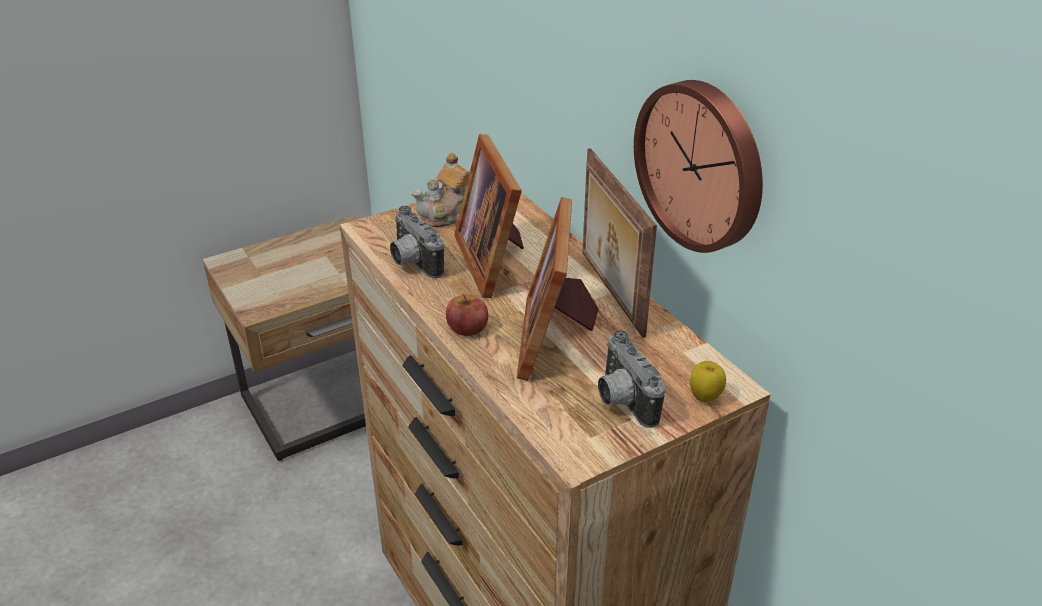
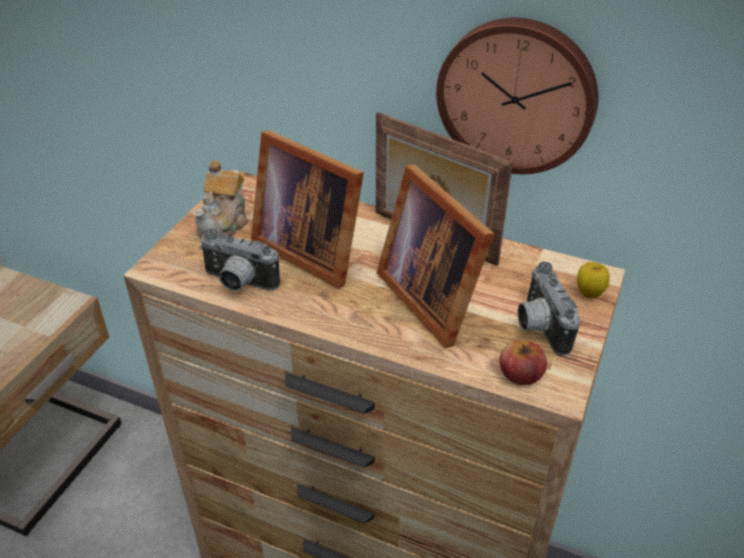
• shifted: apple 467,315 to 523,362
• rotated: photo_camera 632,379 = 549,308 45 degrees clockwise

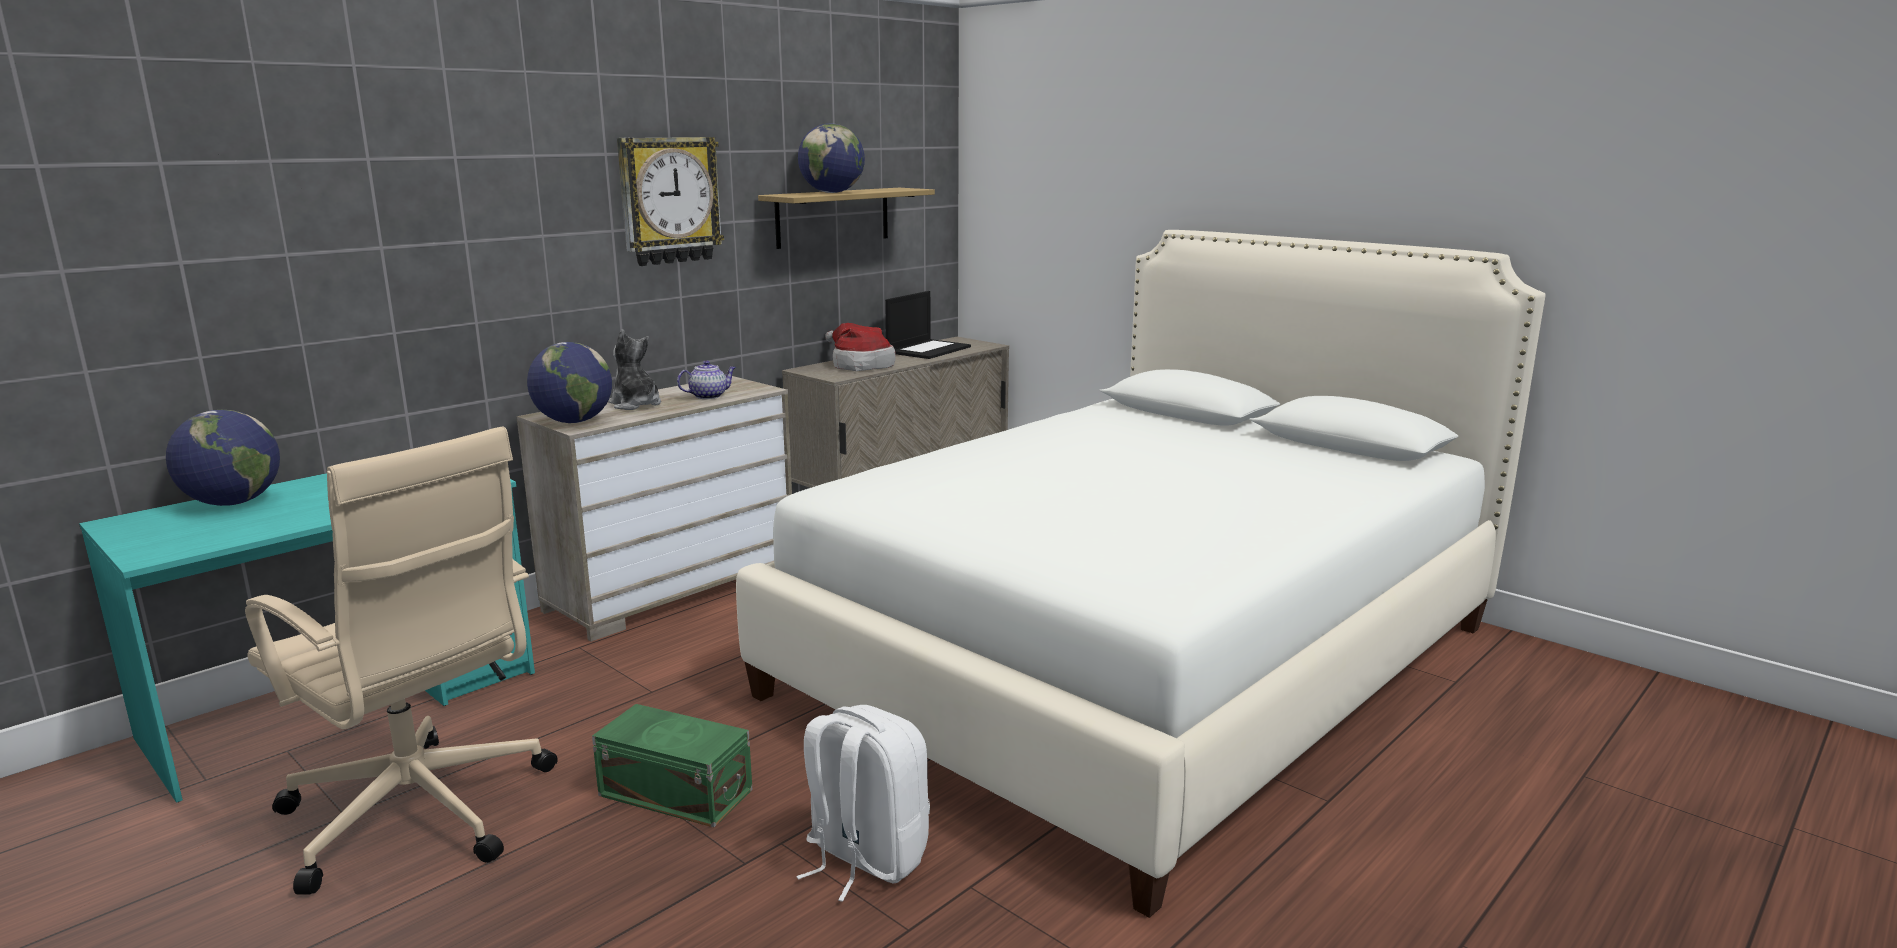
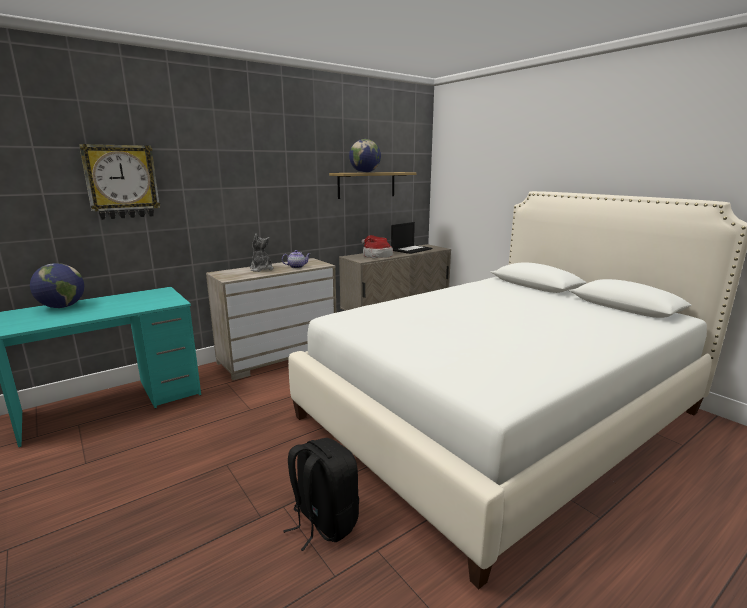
• shifted: wall_clock 670,201 to 119,182
• gone: desk_globe 569,382
• gone: beige-coloured_computer_chair 401,660
• gone: green-coloured_storage_bin 672,765
• repainted: white-coloured_knapsack 863,803 to black_knapsack 321,494

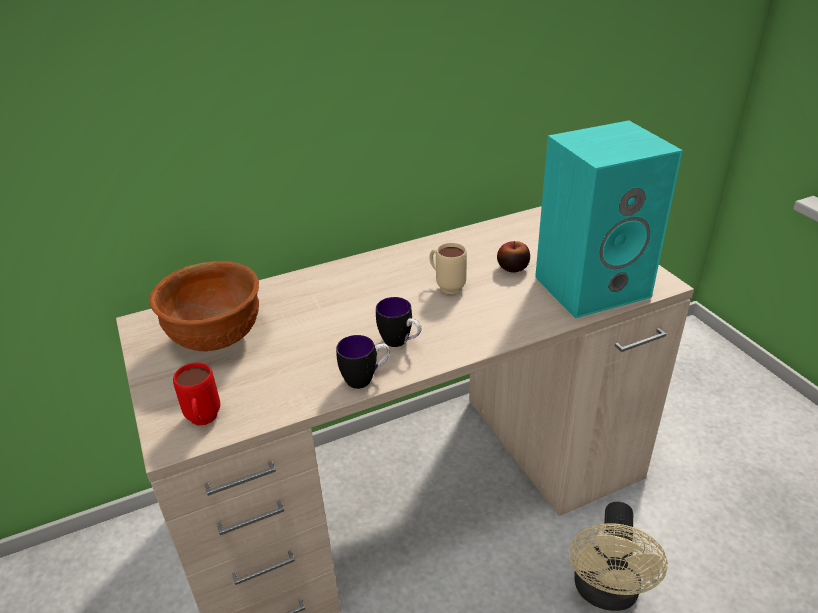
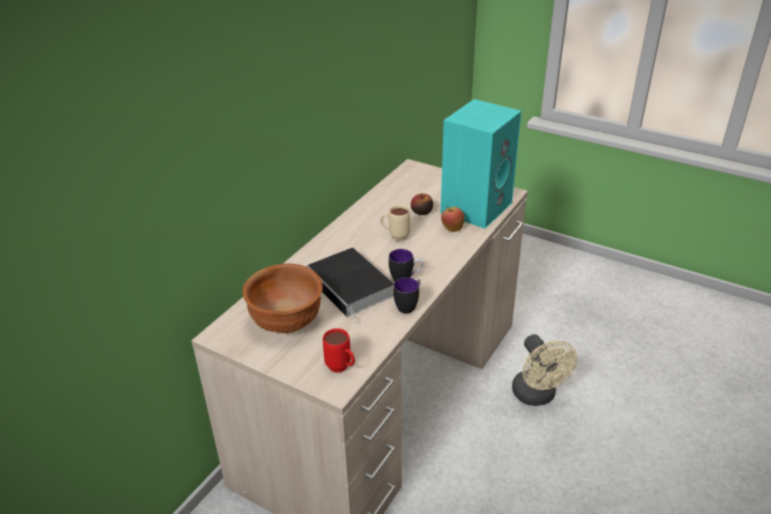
• new: apple 453,219
• new: bound_book 350,286

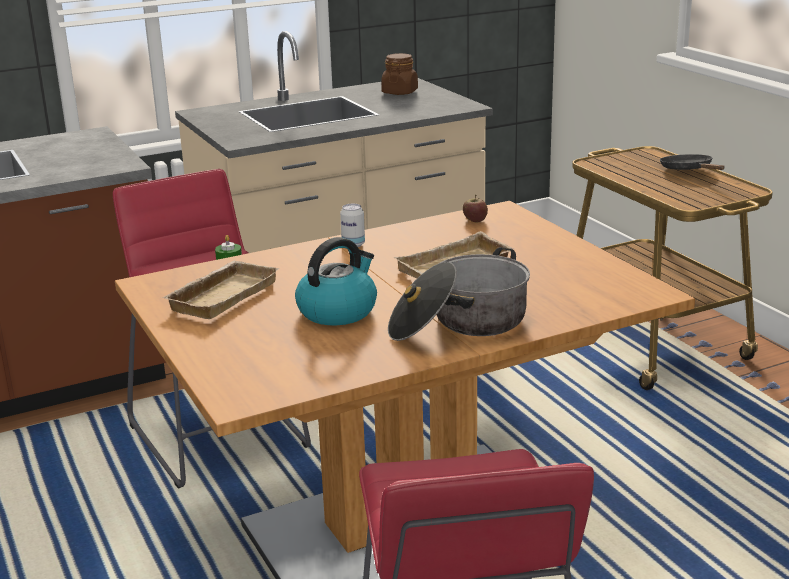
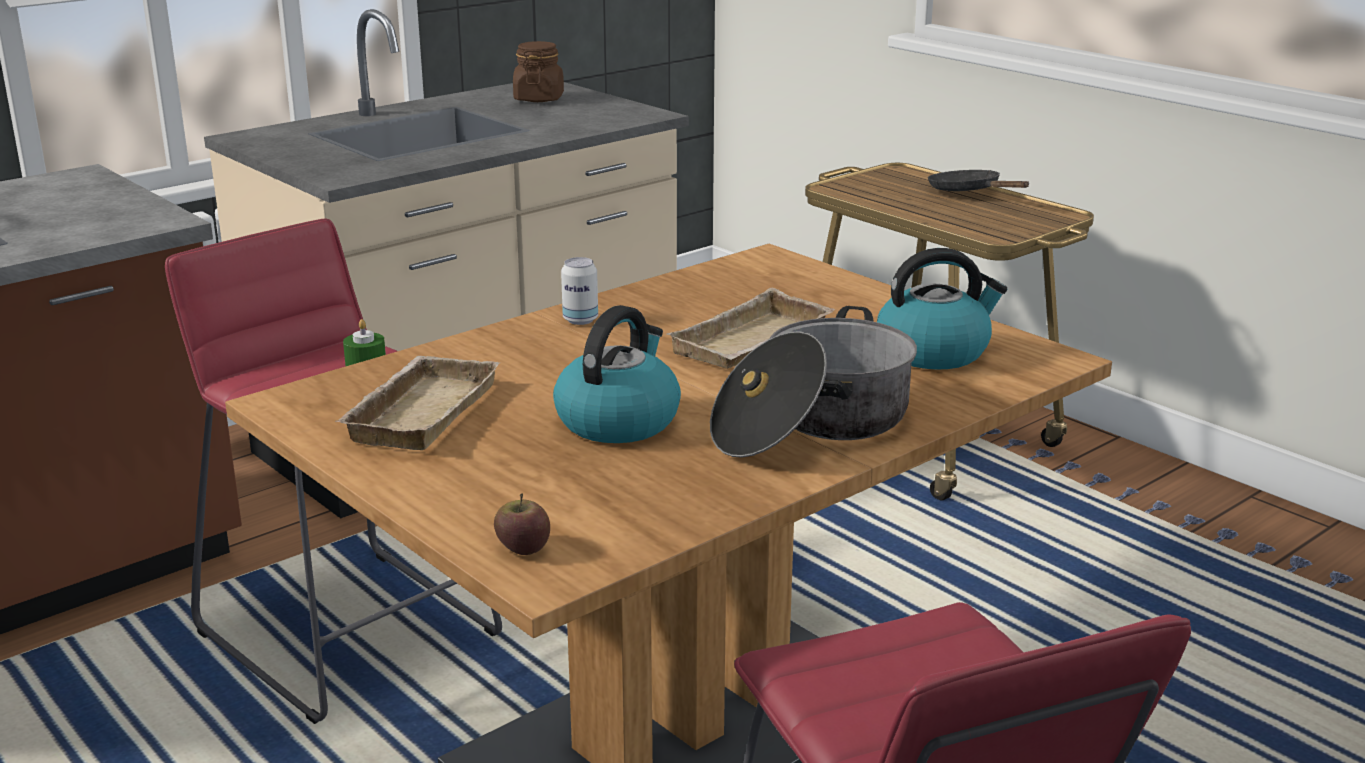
• shifted: apple 475,208 to 522,524
• new: kettle 942,309

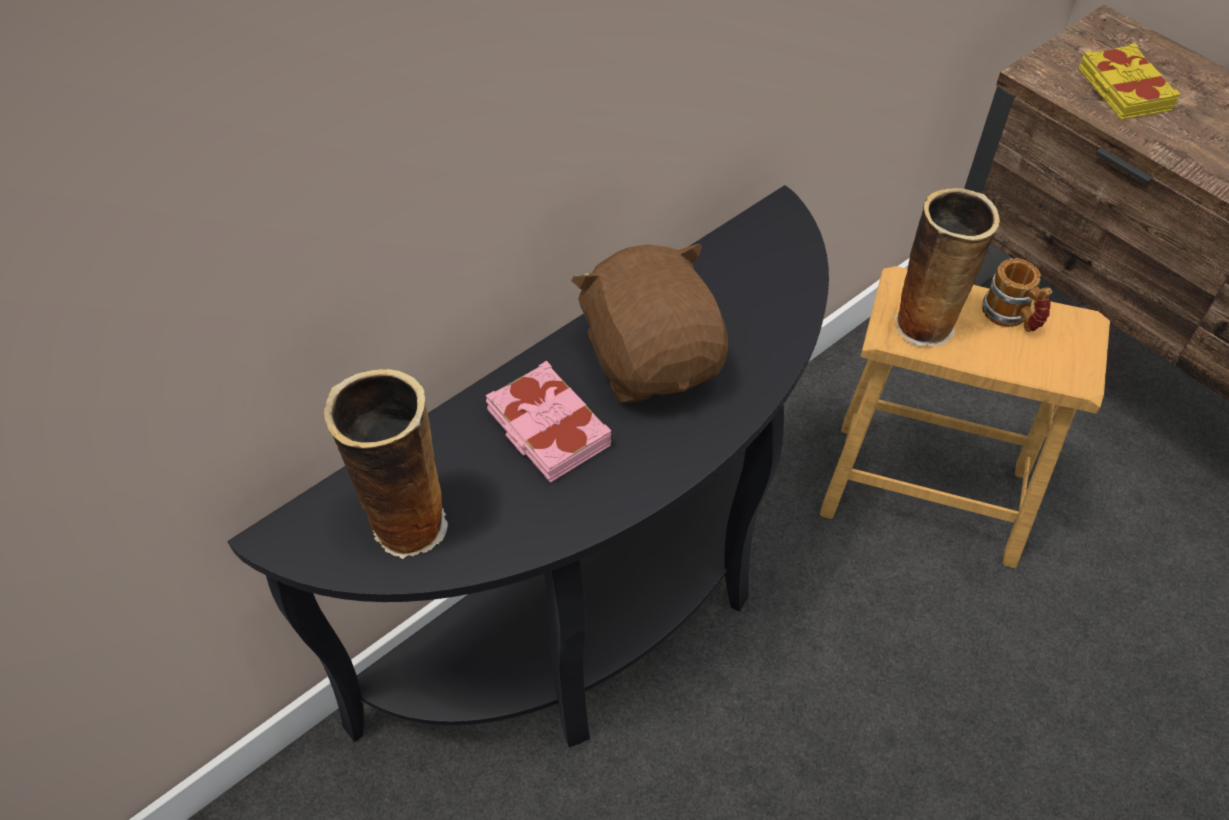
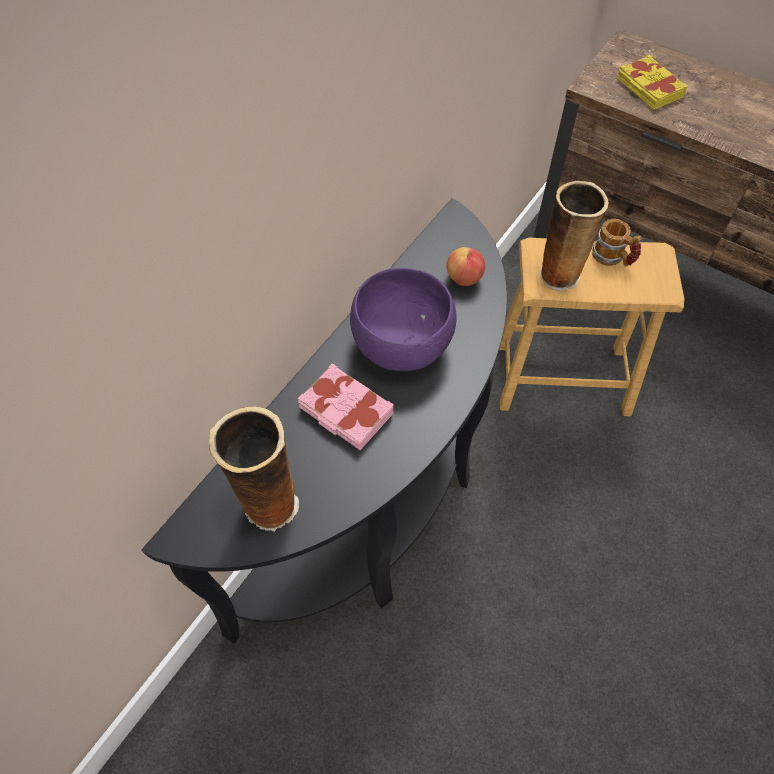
• swapped: brown-coloured_soft_toy 649,322 to purple-coloured_serving_bowl 403,319
• new: apple 465,266

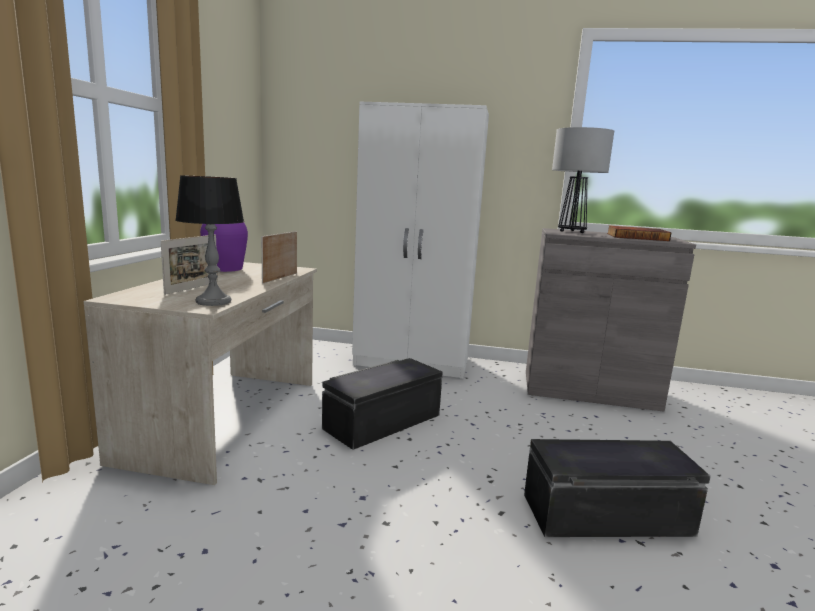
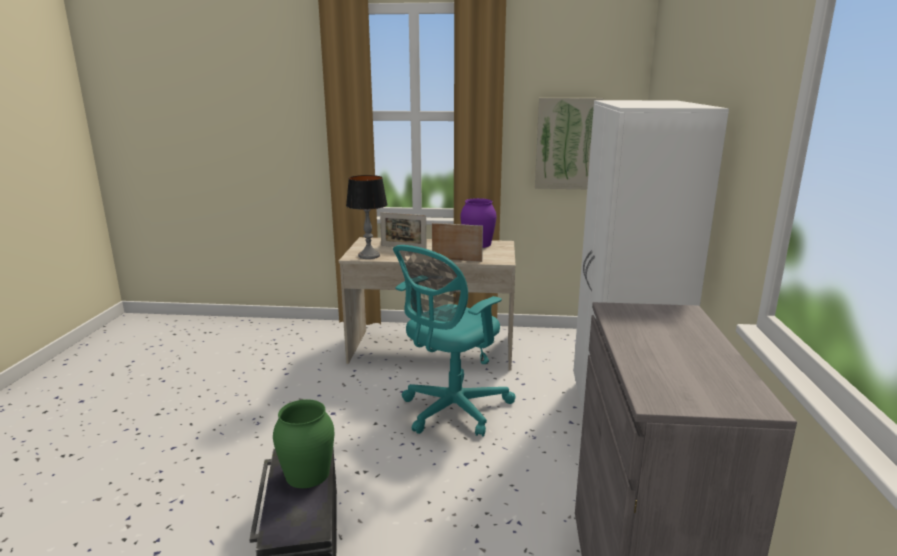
• gone: lamp_for_a_table 583,180
• gone: bound_book 639,233
• swapped: black_storage_bin 382,404 to blue-green_computer_chair 454,341
• new: picture 569,143
• new: green-coloured_decorative_vase 303,443

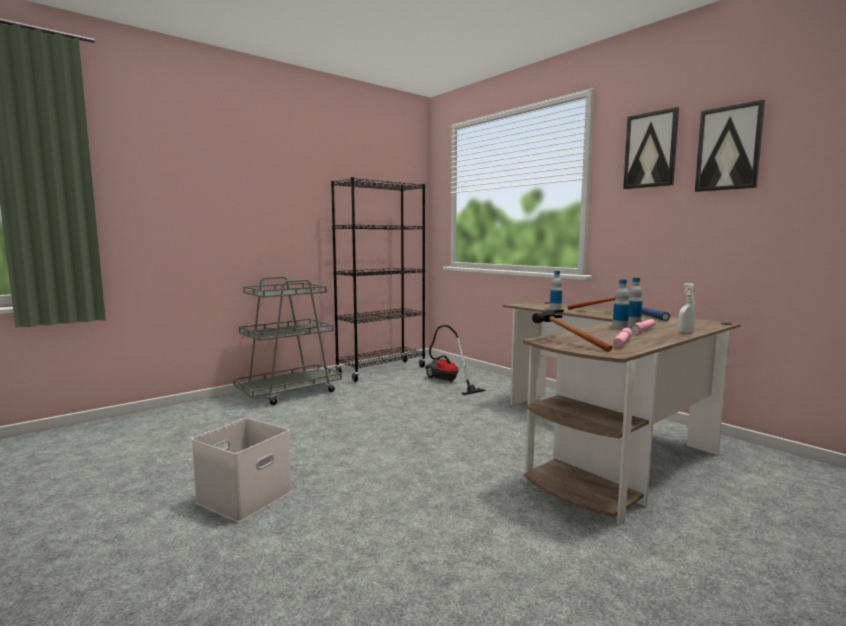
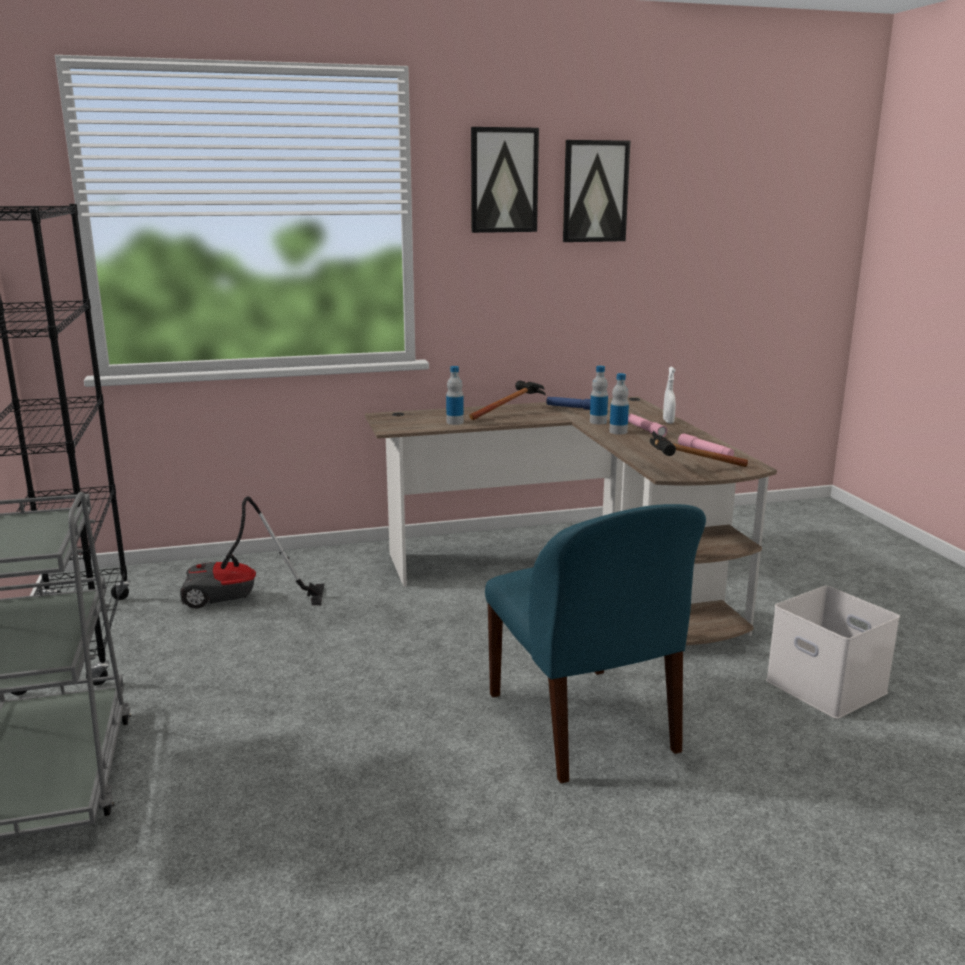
• shifted: white-coloured_storage_bin 241,470 to 833,652
• new: blue_upright_chair 595,644

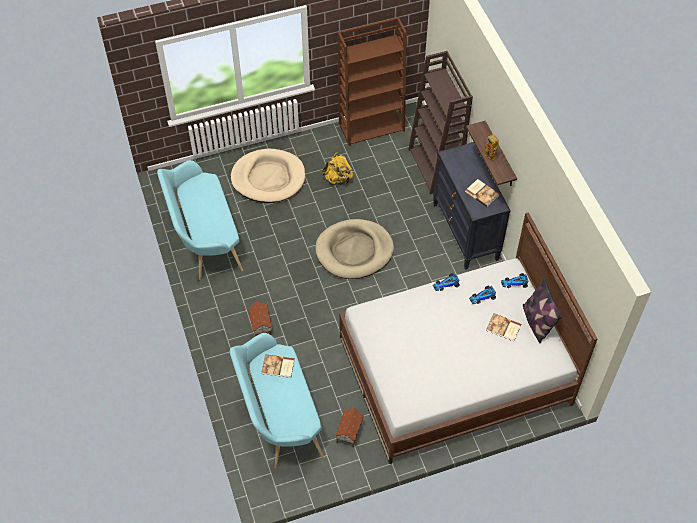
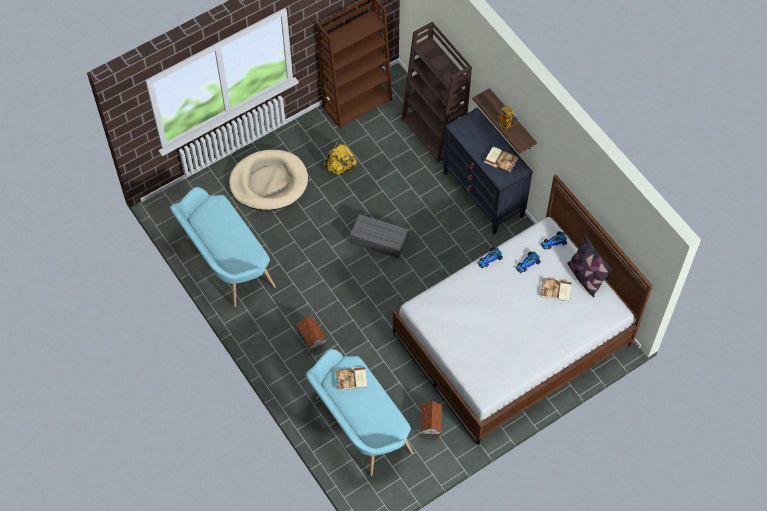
• swapped: beige-coloured_pet_bed 354,249 to greyish_storage_bin 379,236

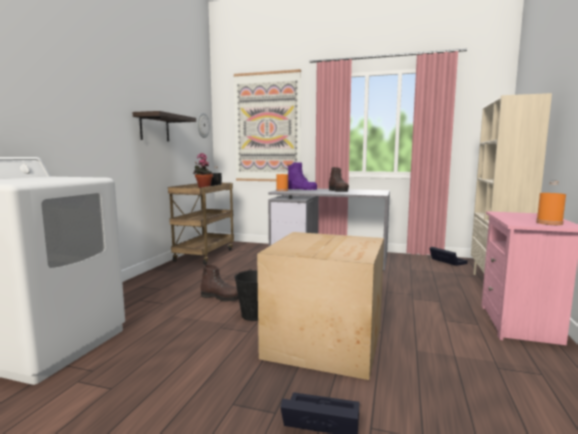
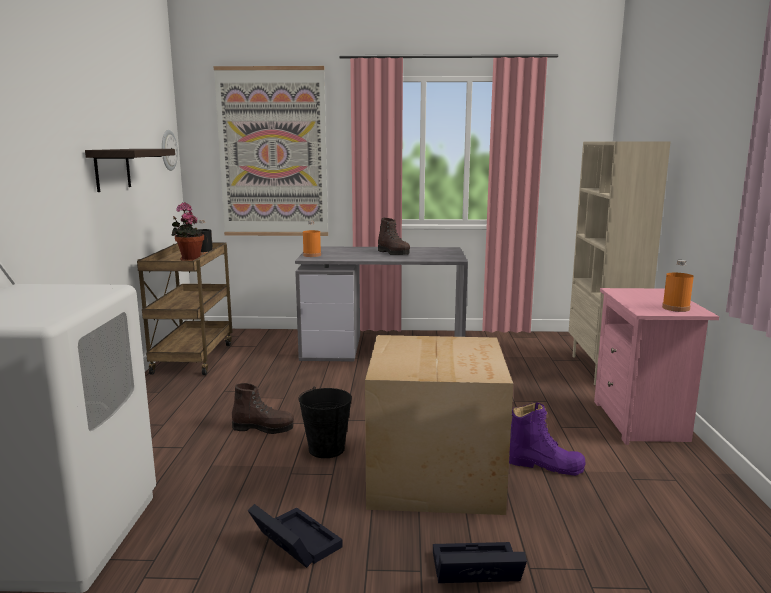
• shifted: purple-coloured_boot 302,176 to 547,439
• shifted: black_storage_bin 448,256 to 295,536

